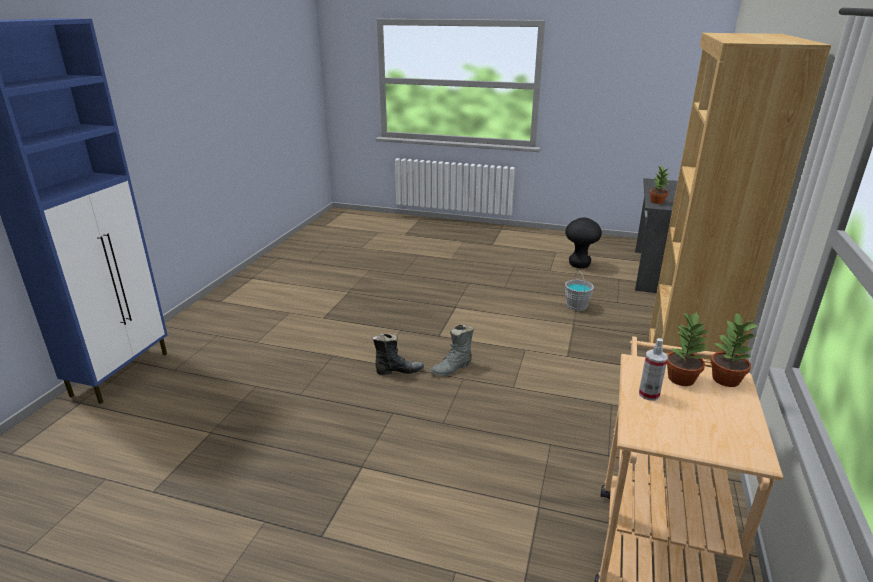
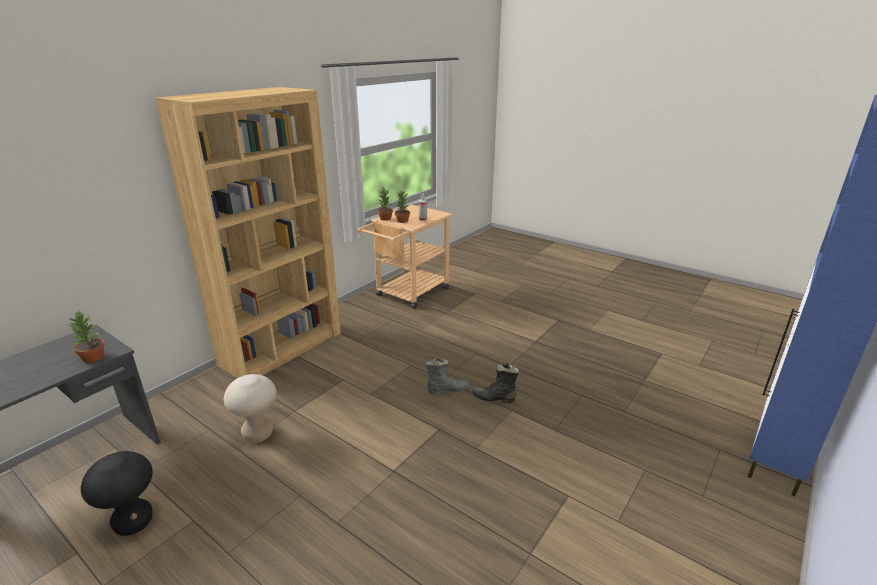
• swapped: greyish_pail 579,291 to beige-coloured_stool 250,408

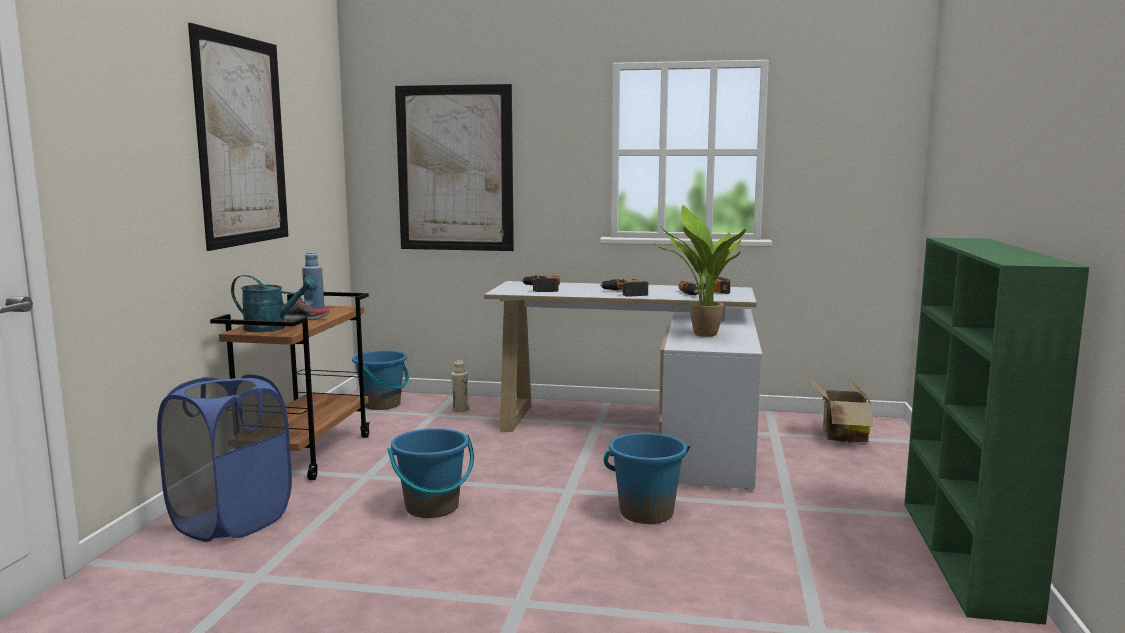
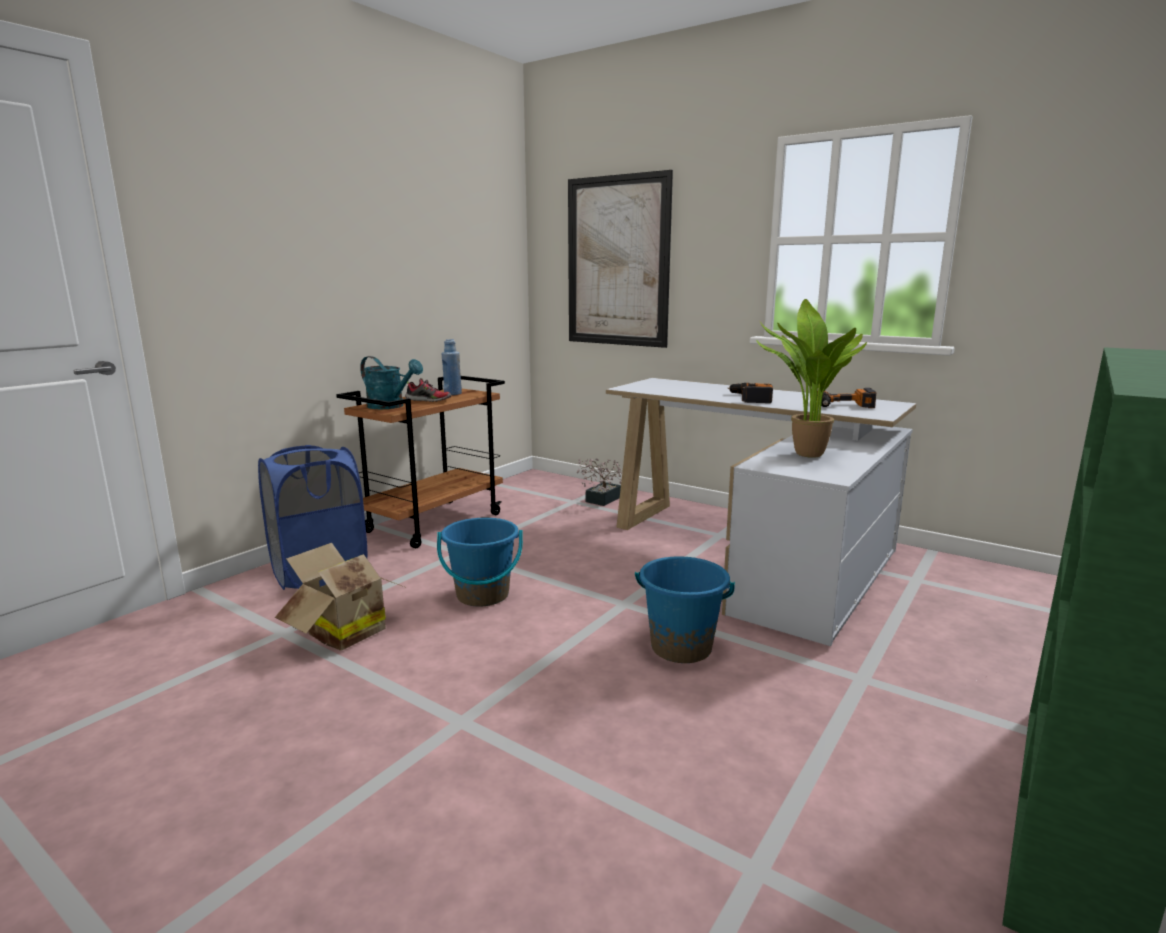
• gone: picture 238,137
• gone: electric_drill 540,283
• gone: blue_pail 380,380
• swapped: beige-coloured_drink_bottle 460,386 to houseplant 599,482
• shifted: carton 840,409 to 339,597

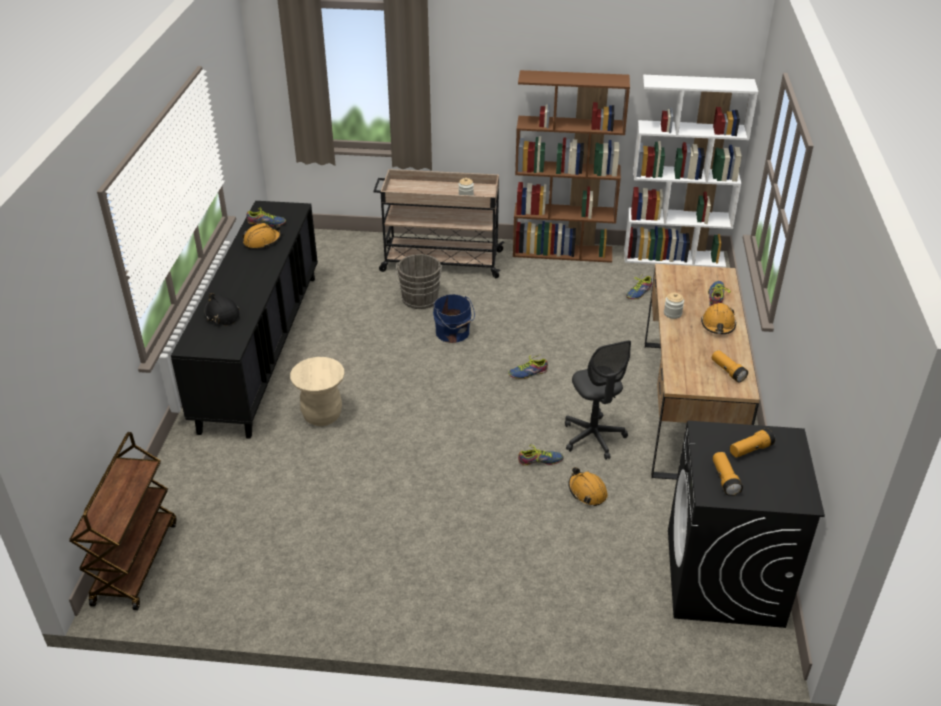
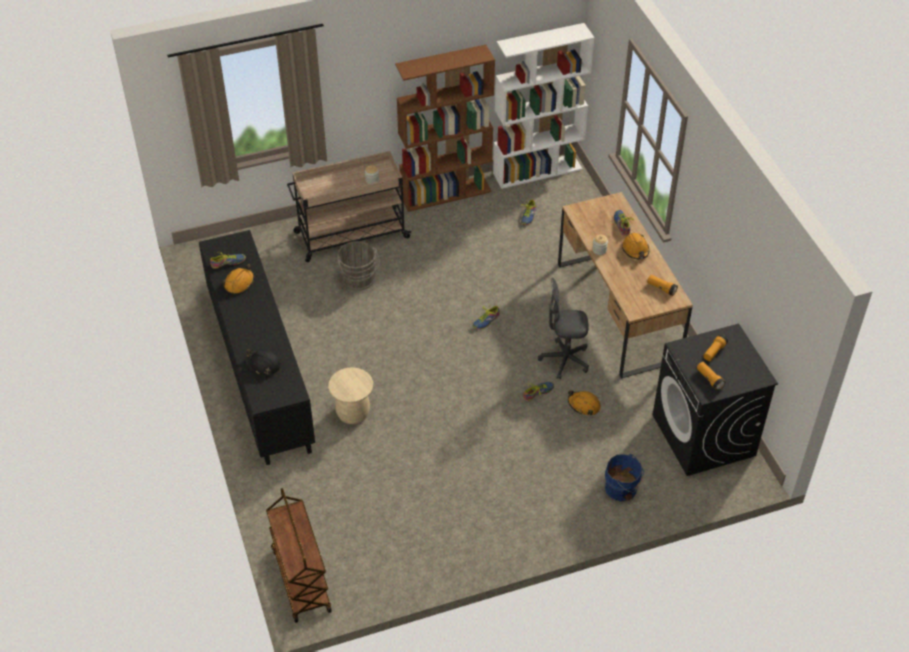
• shifted: blue_pail 454,318 to 624,477
• rotated: greyish_computer_chair 598,400 = 563,328 135 degrees clockwise

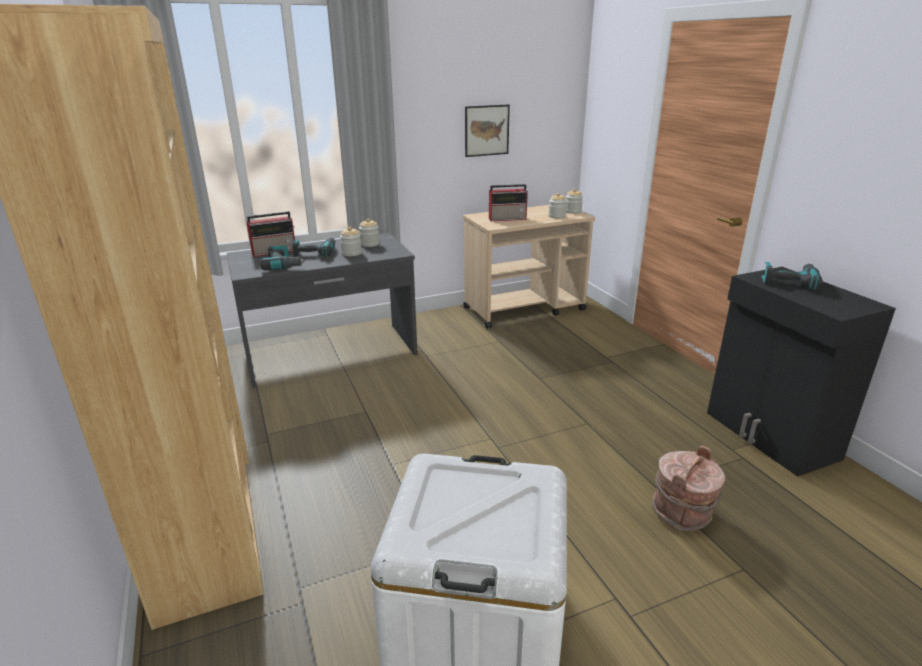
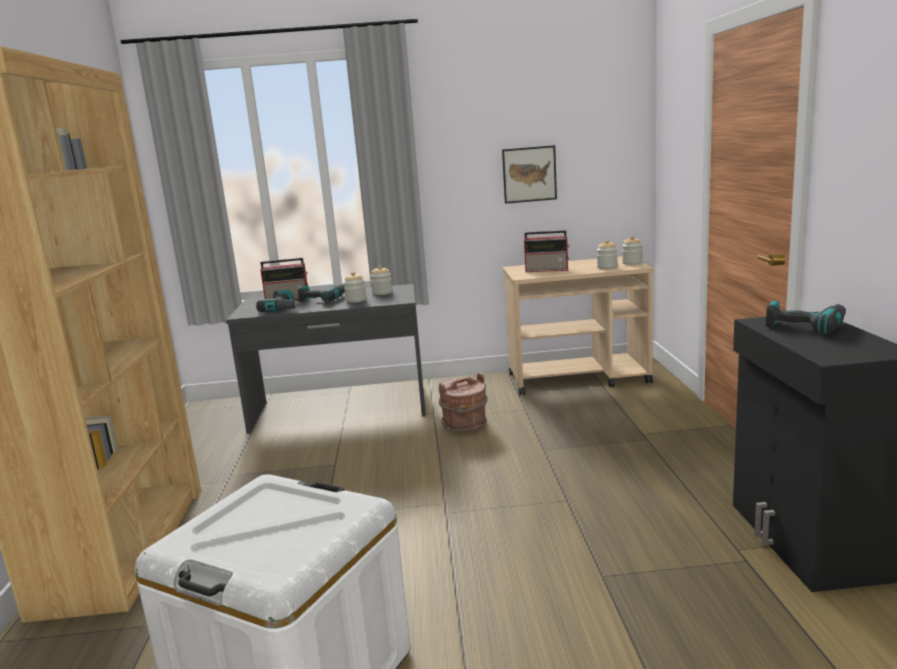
• shifted: brown-coloured_pail 688,488 to 463,403

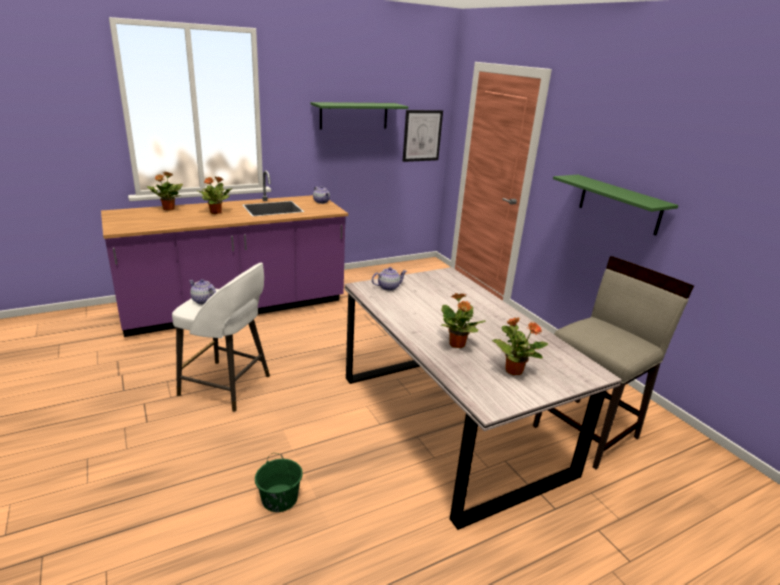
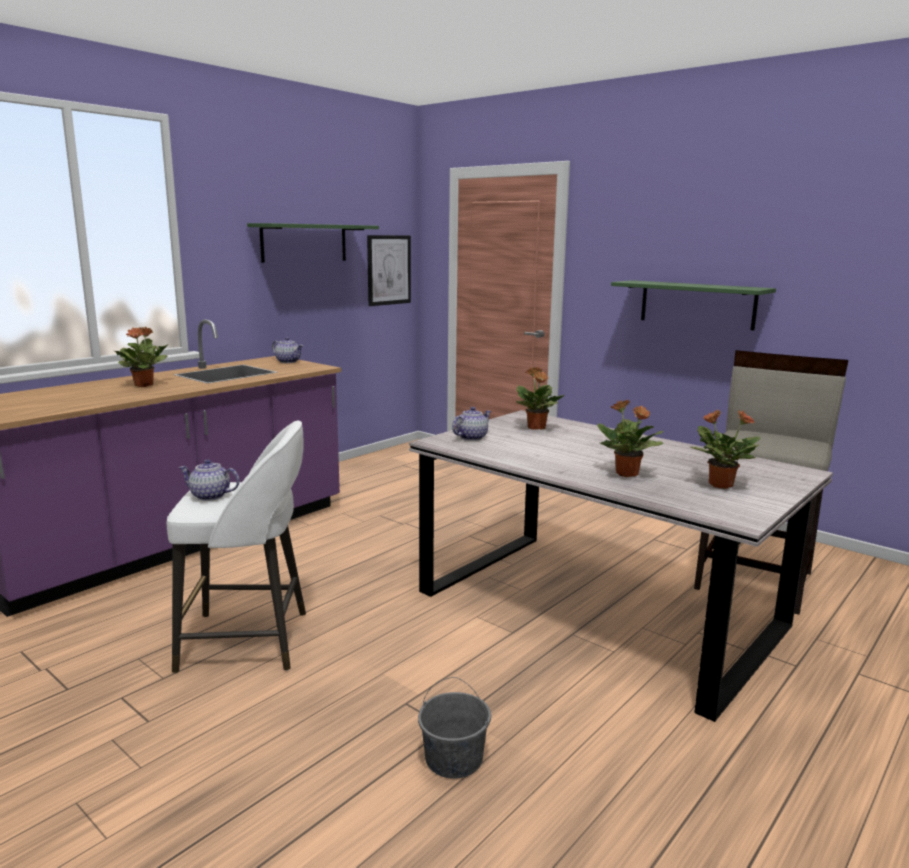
• shifted: houseplant 165,191 to 540,398
• repainted: green-coloured_pail 279,482 to greyish_pail 454,728

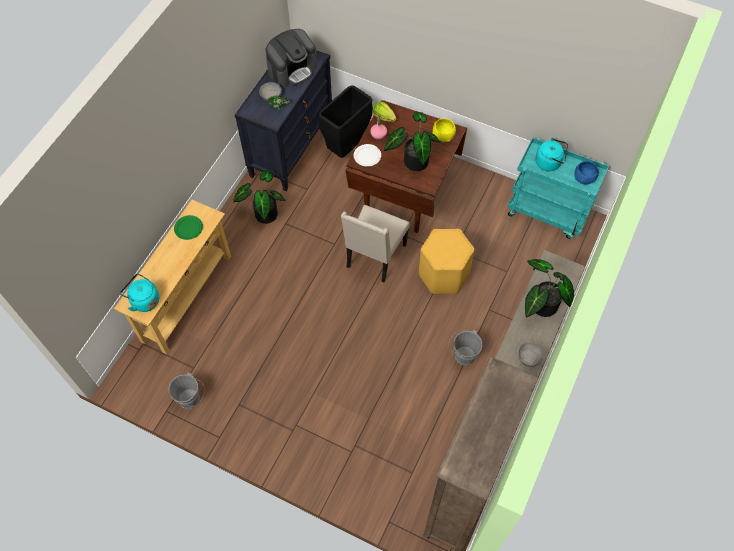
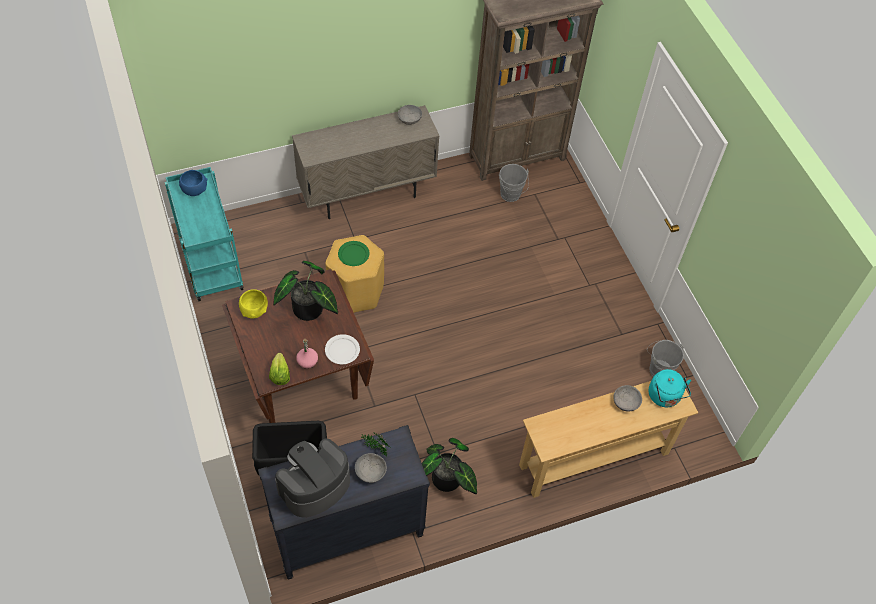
• rotated: coffee_machine 292,58 = 312,478 45 degrees counterclockwise
• gone: blue-green_kettle 551,154
• gone: beige-coloured_upright_chair 375,243
• shifted: green-coloured_dinner_plate 188,227 to 354,253
• gone: houseplant 549,288
• shifted: greyish_pail 465,348 to 514,183
• new: greyish_serving_bowl 628,398

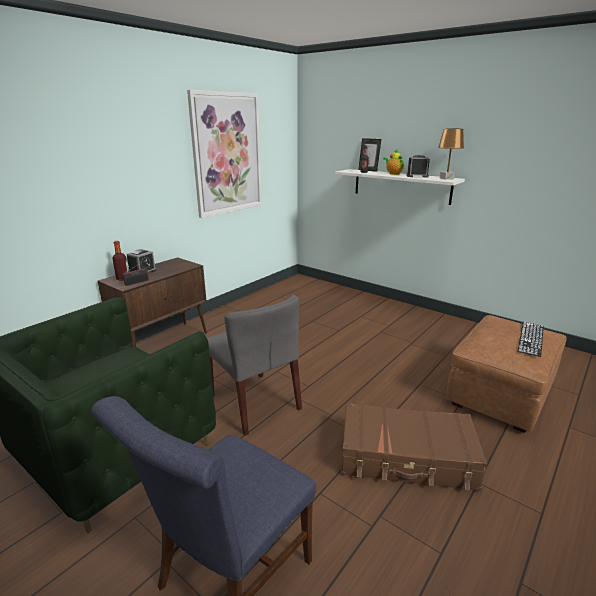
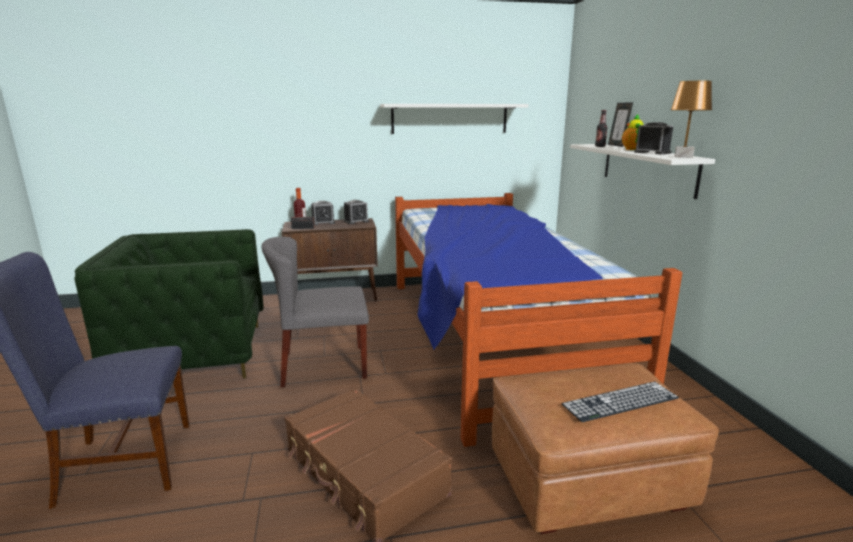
• swapped: picture 224,154 to white-coloured_bracket_shelf 454,119
• rotated: greyish_upright_chair 254,365 = 315,312 75 degrees clockwise
• new: bed 538,320
• new: bedside_clock 356,212

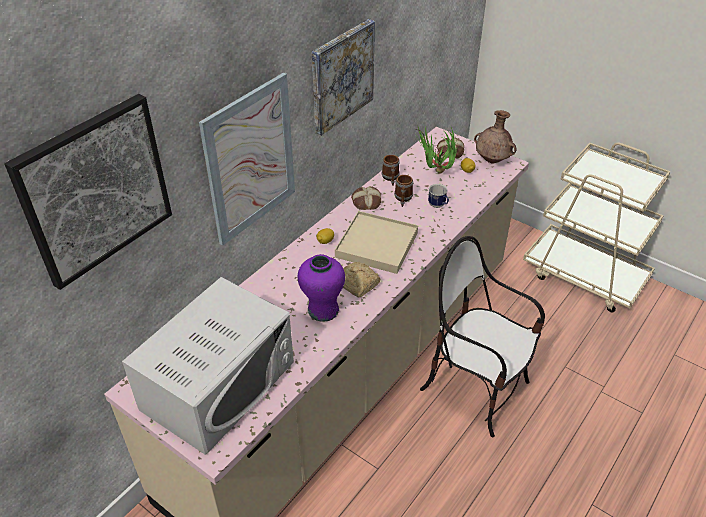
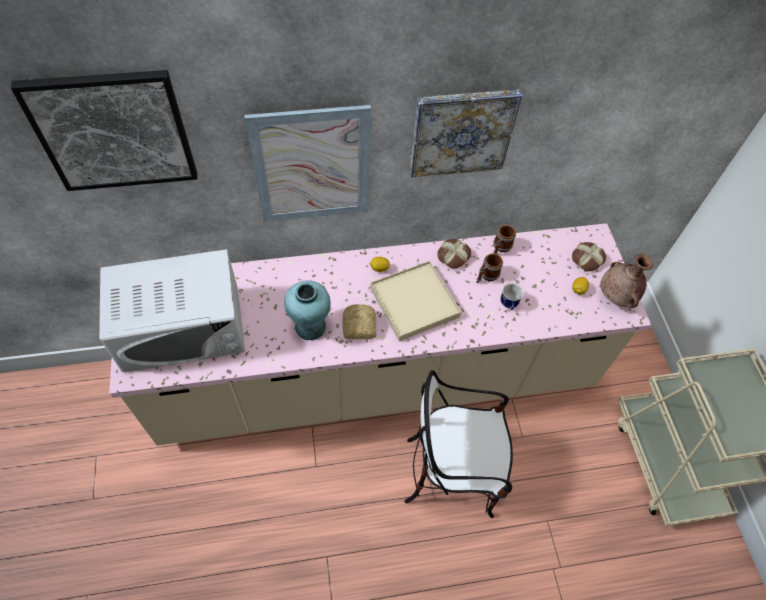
• gone: houseplant 436,150
• rotated: upright_chair 482,336 = 458,444 75 degrees counterclockwise
• repainted: purple-coloured_decorative_vase 321,288 to blue-green_decorative_vase 307,311

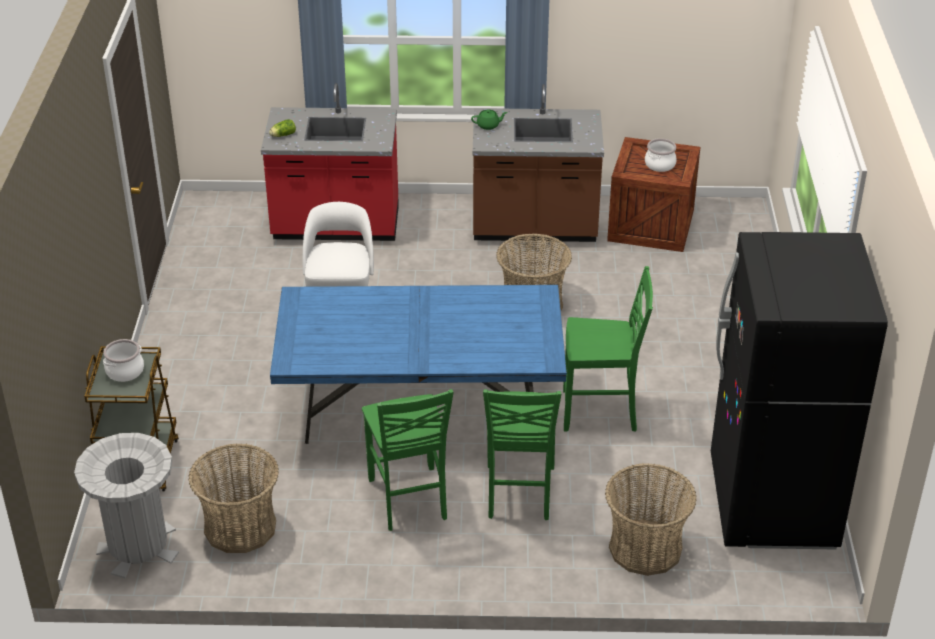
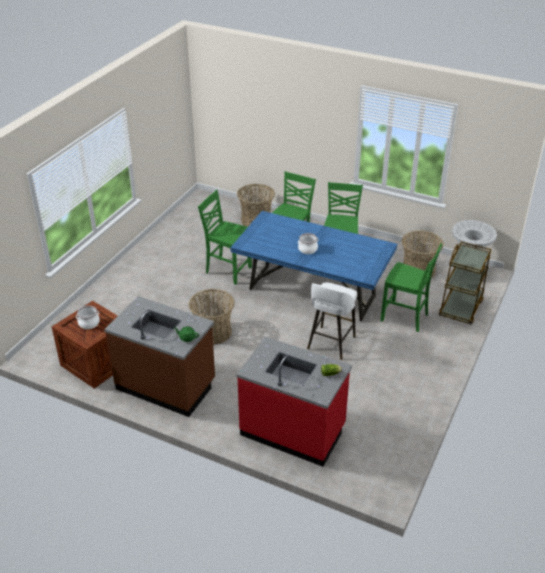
• gone: black_kitchen_fridge 799,391
• shifted: stockpot 123,360 to 308,243
• new: green-coloured_upright_chair 411,287

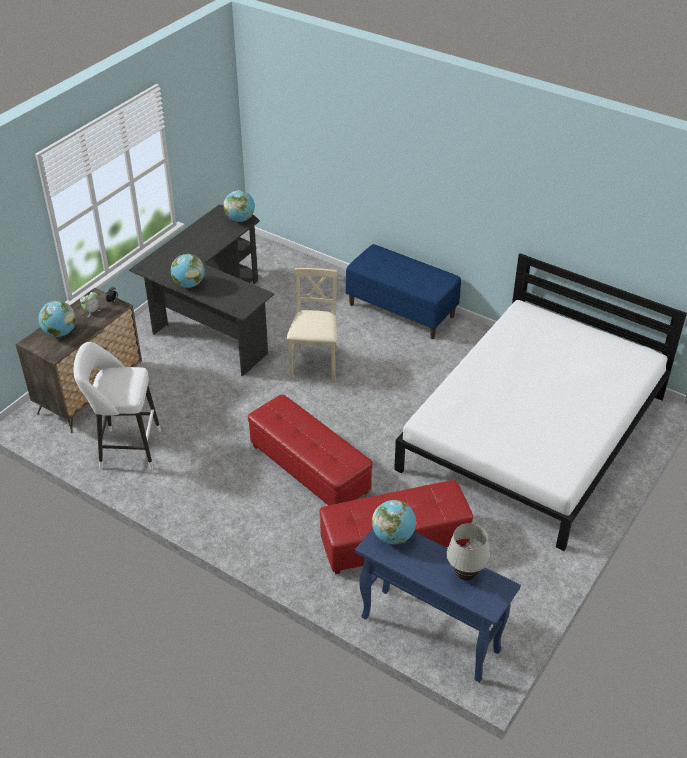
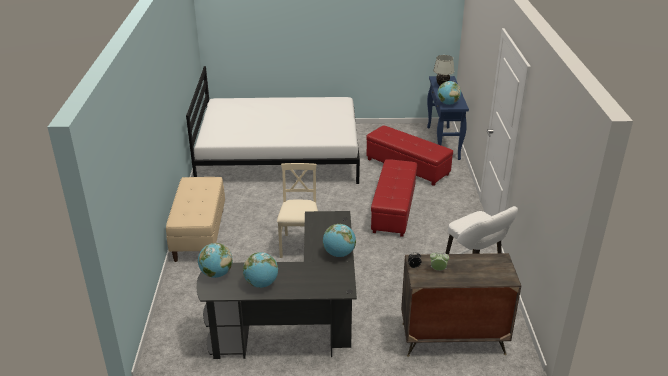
• repainted: blue_long_seat 403,291 to beige-coloured_long_seat 195,219
• rotated: beige-coloured_upright_chair 312,324 = 297,210 120 degrees clockwise
• shifted: desk_globe 57,319 to 260,270

